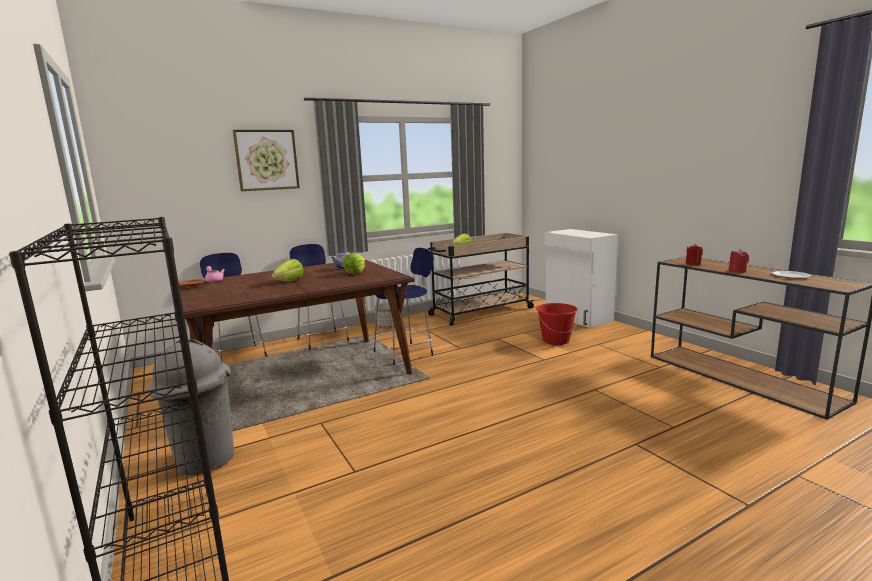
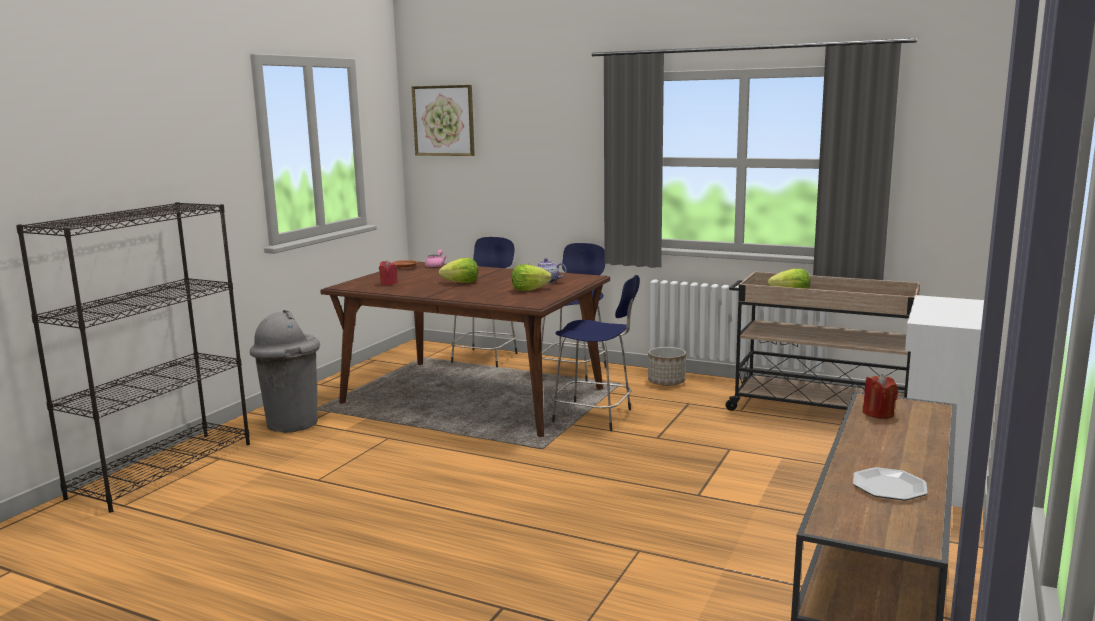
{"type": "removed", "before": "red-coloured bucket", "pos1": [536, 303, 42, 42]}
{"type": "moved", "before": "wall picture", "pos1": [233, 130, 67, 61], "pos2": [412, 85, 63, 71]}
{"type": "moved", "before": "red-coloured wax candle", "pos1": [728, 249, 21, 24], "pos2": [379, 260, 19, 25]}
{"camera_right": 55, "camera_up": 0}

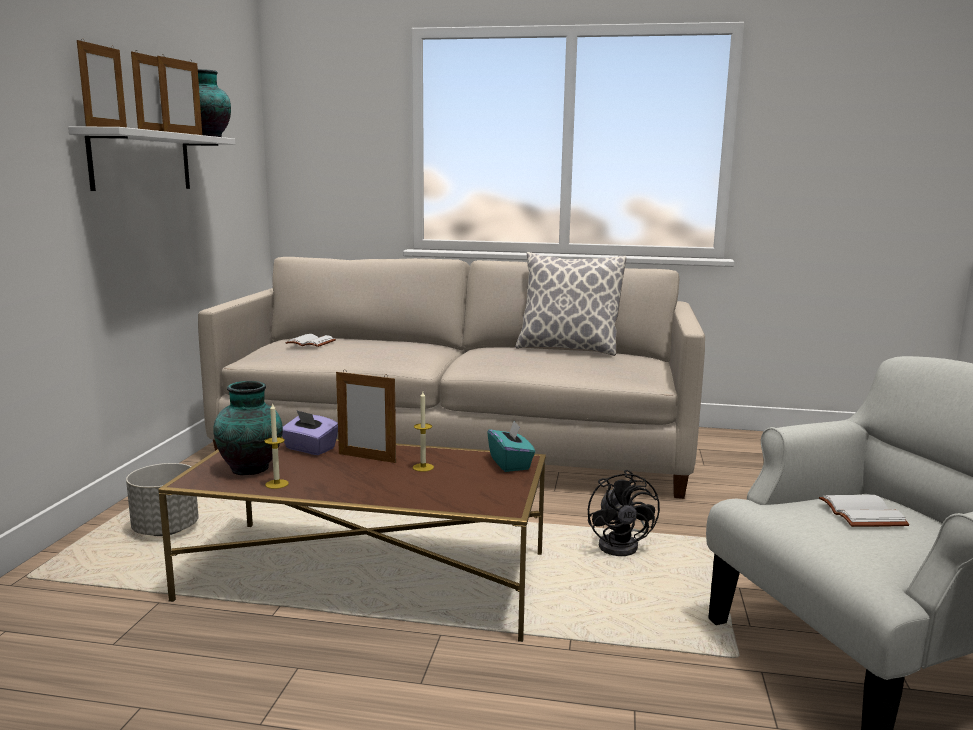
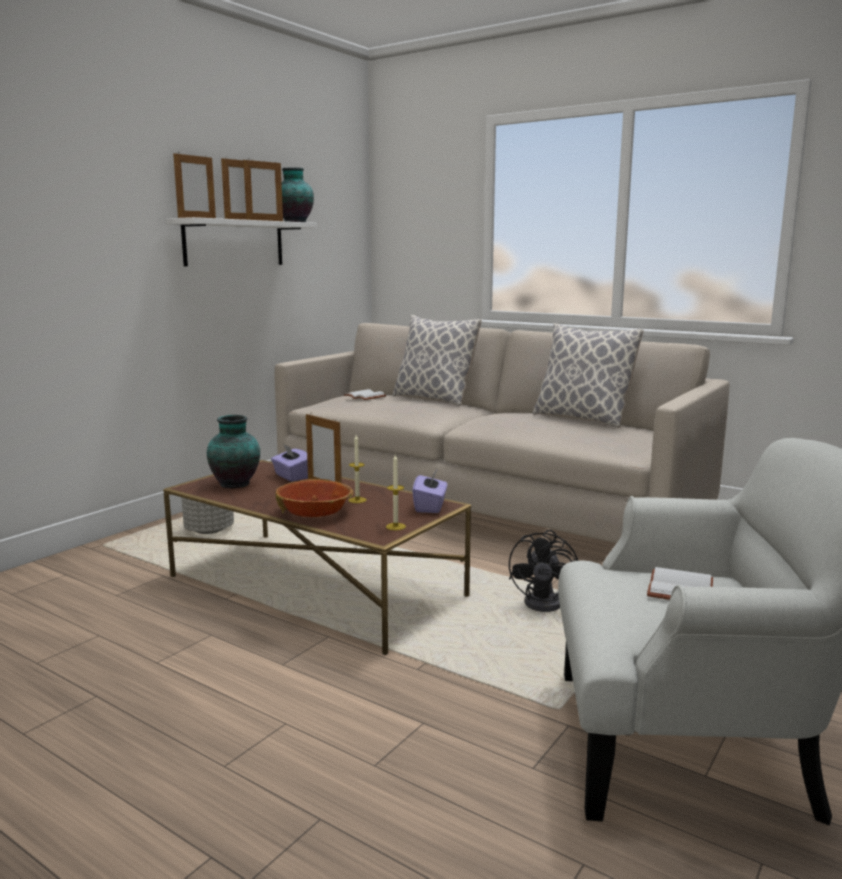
{"type": "added", "after": "serving bowl", "pos2": [276, 479, 77, 38]}
{"type": "added", "after": "pillow", "pos2": [392, 315, 90, 91]}
{"type": "moved", "before": "wax candle", "pos1": [265, 402, 24, 87], "pos2": [386, 455, 20, 75]}
{"type": "recoloured", "before": "turquoise-coloured tissue holder", "after": "purple tissue holder", "pos1": [487, 421, 48, 51], "pos2": [412, 470, 36, 43]}
{"camera_right": 25, "camera_up": 0}

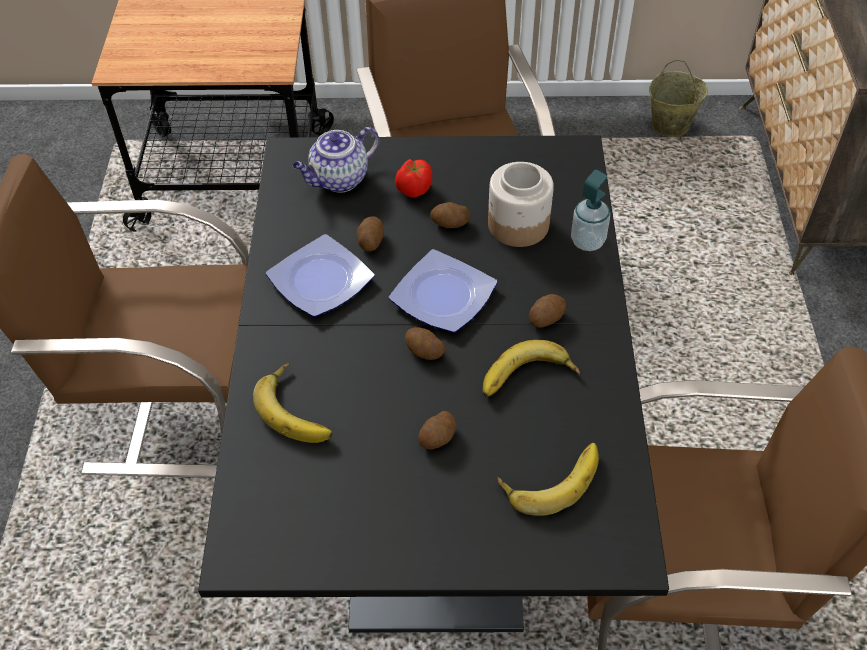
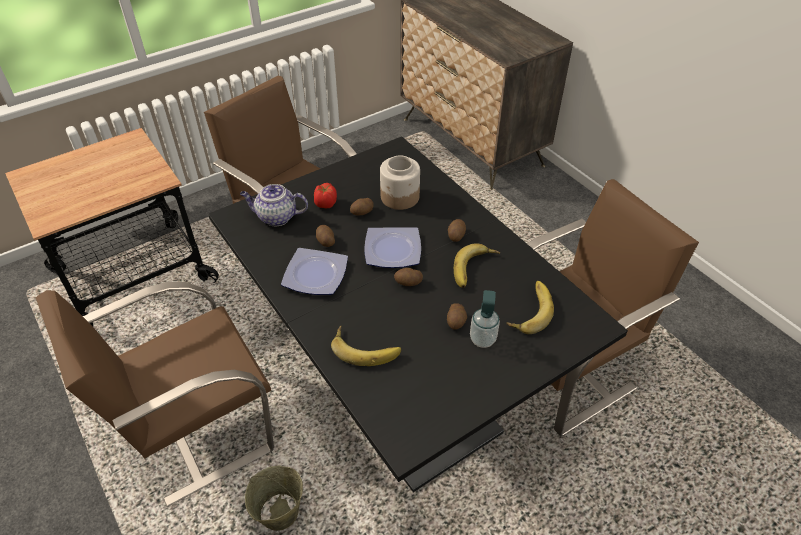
{"type": "moved", "before": "soap dispenser", "pos1": [571, 170, 39, 81], "pos2": [470, 290, 30, 58]}
{"type": "moved", "before": "beige-coloured bucket", "pos1": [649, 60, 59, 77], "pos2": [245, 466, 58, 65]}
{"type": "turned", "before": "teapot", "pos1": [293, 127, 86, 65], "pos2": [240, 184, 68, 42], "turn": 75}
{"camera_right": -35, "camera_up": -5}

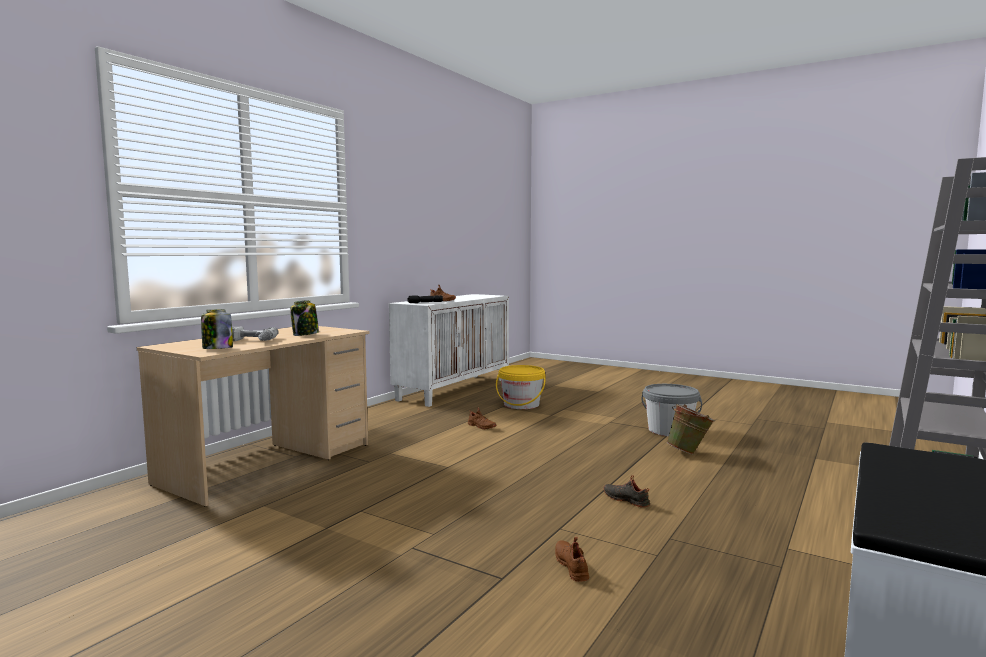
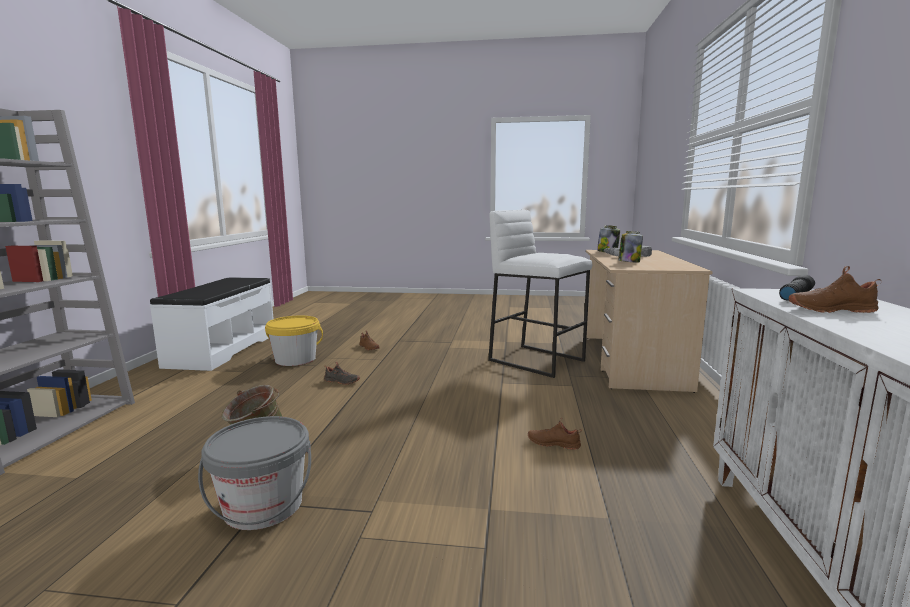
{"type": "added", "after": "white-coloured stool seat", "pos2": [488, 210, 104, 168]}
{"type": "moved", "before": "yellow-coloured bucket", "pos1": [496, 365, 50, 44], "pos2": [265, 316, 58, 50]}
{"camera_right": 155, "camera_up": 5}

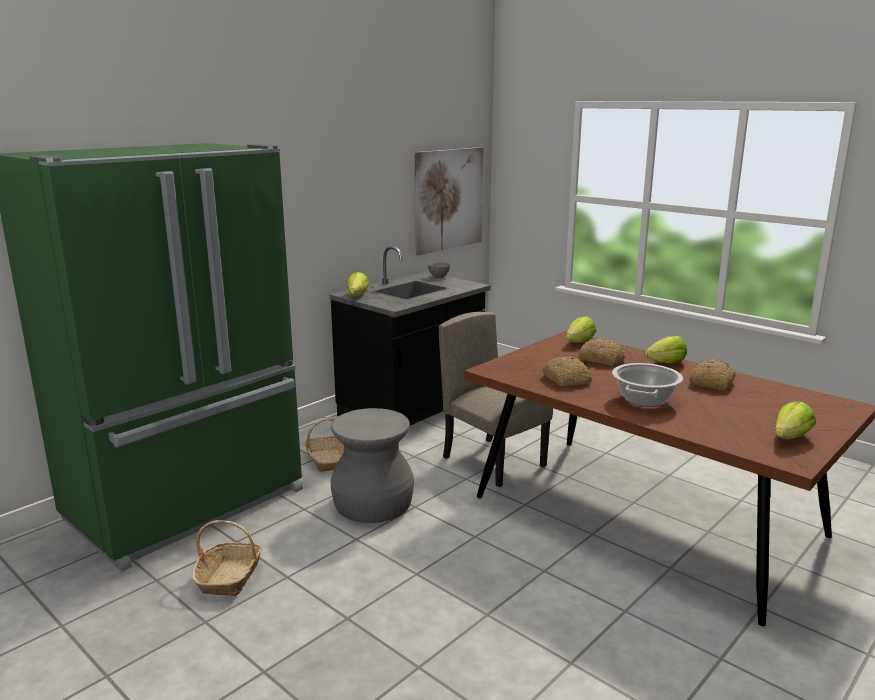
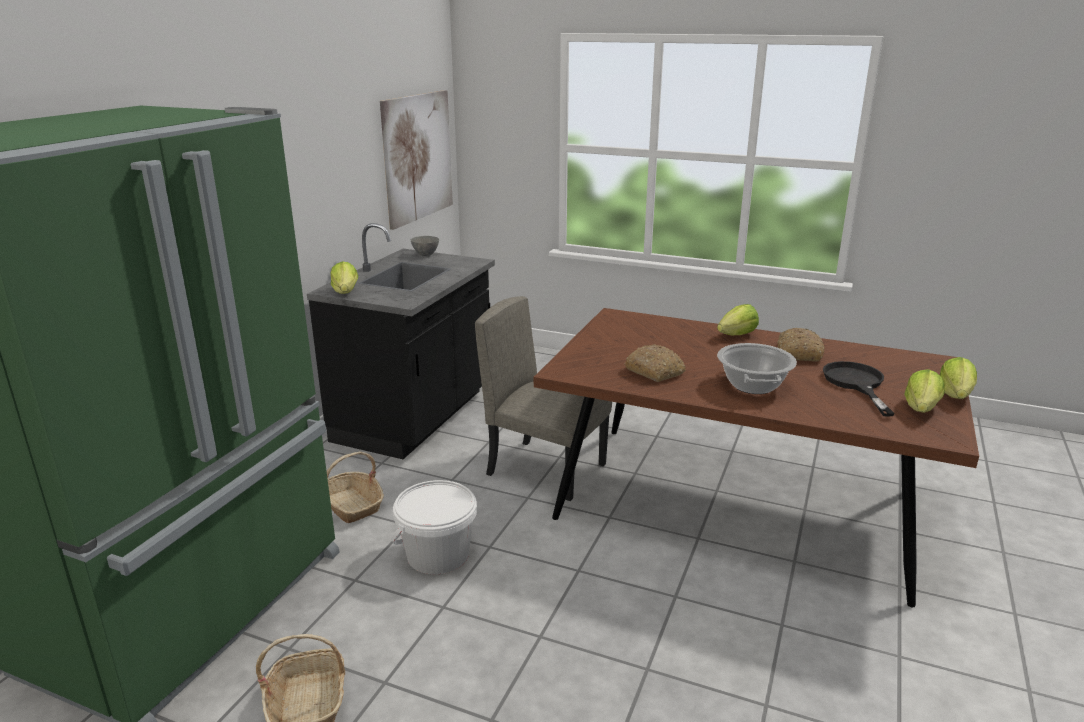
{"type": "removed", "before": "bread", "pos1": [578, 338, 48, 28]}
{"type": "added", "after": "black-coloured pan", "pos2": [823, 361, 72, 56]}
{"type": "moved", "before": "head of lettuce", "pos1": [566, 316, 30, 27], "pos2": [939, 357, 38, 42]}
{"type": "replaced", "before": "gray stool seat", "after": "white-coloured bucket", "pos1": [331, 408, 83, 115], "pos2": [391, 480, 86, 94]}
{"camera_right": -20, "camera_up": 5}

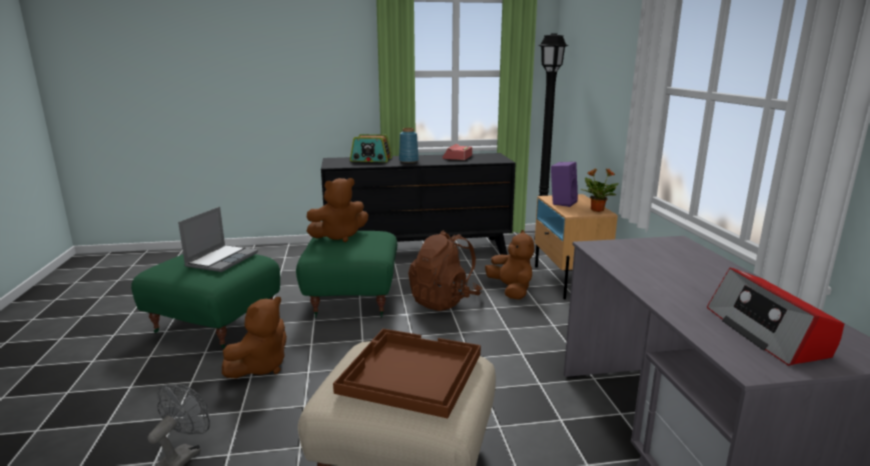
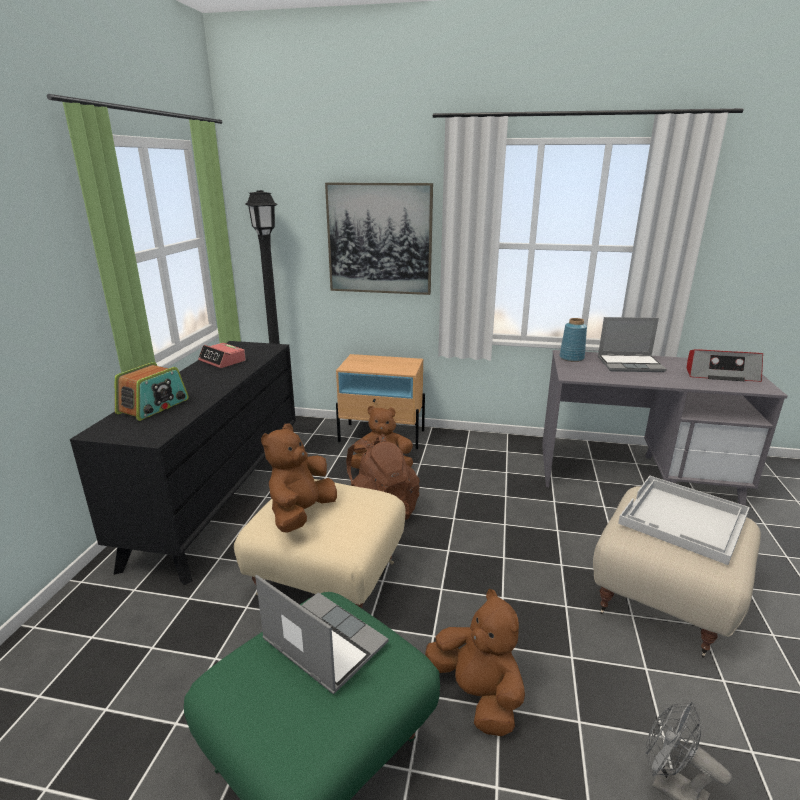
{"type": "removed", "before": "purple audio speaker", "pos1": [551, 162, 27, 45]}
{"type": "removed", "before": "potted plant", "pos1": [580, 168, 39, 44]}
{"type": "added", "after": "wall picture", "pos2": [325, 183, 108, 112]}
{"type": "added", "after": "portable computer", "pos2": [598, 317, 69, 55]}
{"type": "moved", "before": "bluish flower vase", "pos1": [399, 128, 20, 35], "pos2": [559, 318, 28, 44]}
{"type": "recoloured", "before": "greenish footrest", "after": "beige-coloured footrest", "pos1": [296, 231, 101, 87], "pos2": [234, 479, 171, 129]}
{"type": "recoloured", "before": "brown serving tray", "after": "white-coloured serving tray", "pos1": [333, 329, 148, 90], "pos2": [618, 476, 132, 89]}
{"type": "turned", "before": "brown soft toy", "pos1": [306, 178, 62, 64], "pos2": [261, 423, 76, 110], "turn": -150}
{"camera_right": -70, "camera_up": 5}

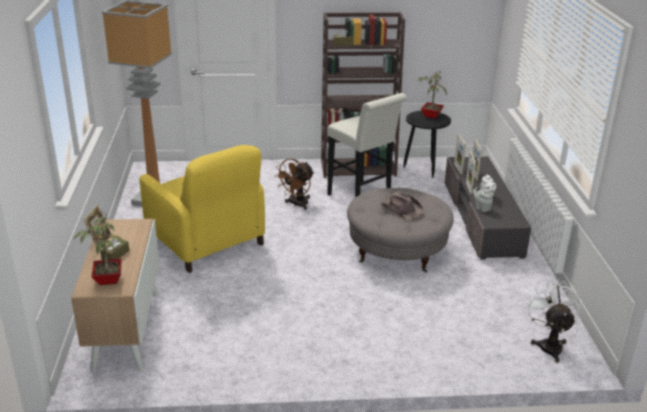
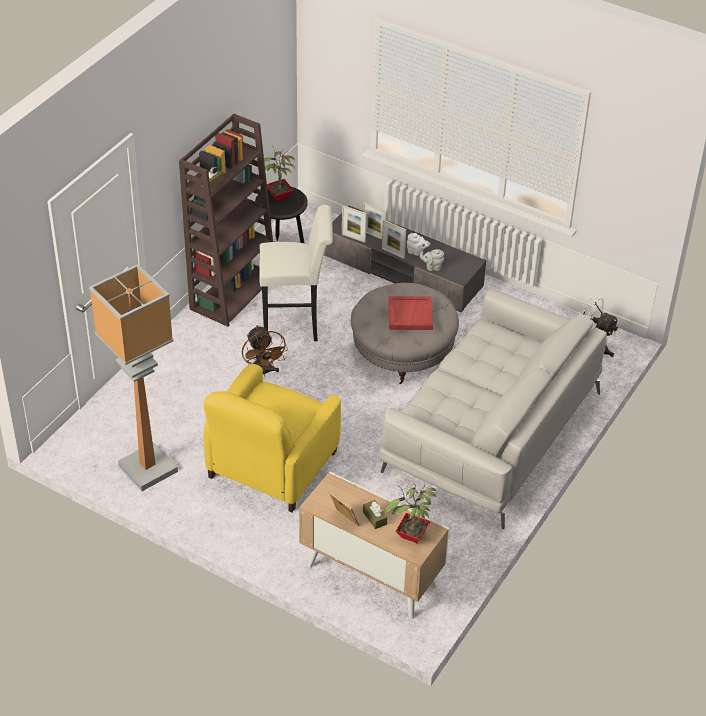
{"type": "added", "after": "gray couch", "pos2": [379, 290, 228, 240]}
{"type": "replaced", "before": "brown hat", "after": "red-coloured serving tray", "pos1": [381, 191, 43, 29], "pos2": [388, 296, 45, 34]}
{"type": "turned", "before": "yellow-coloured armchair", "pos1": [140, 145, 125, 128], "pos2": [203, 364, 138, 148], "turn": 120}
{"camera_right": -55, "camera_up": 15}

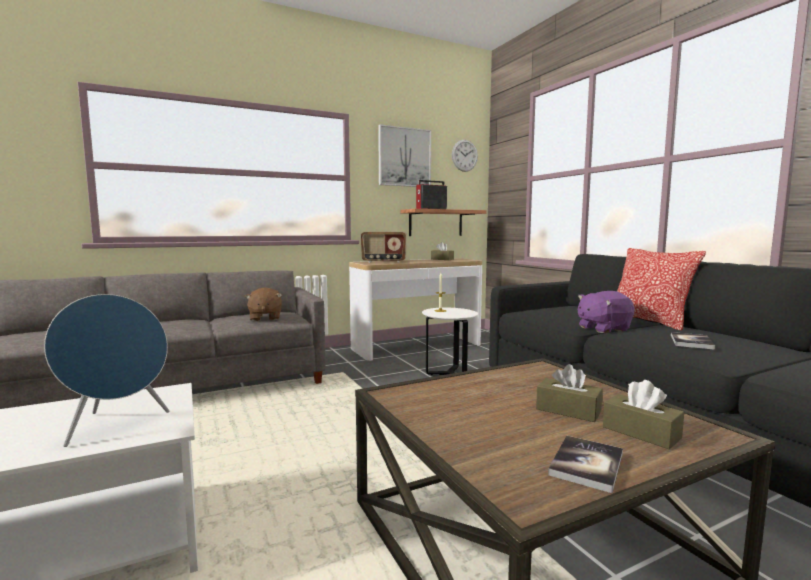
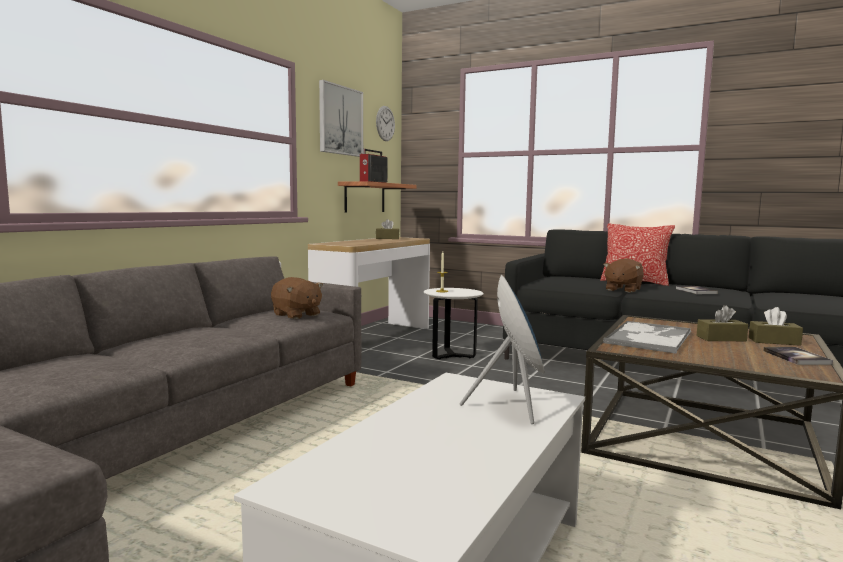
{"type": "removed", "before": "radio set", "pos1": [361, 232, 46, 31]}
{"type": "added", "after": "serving tray", "pos2": [603, 321, 88, 33]}
{"type": "recoloured", "before": "purple soft toy", "after": "brown soft toy", "pos1": [578, 291, 57, 42], "pos2": [603, 258, 41, 35]}
{"camera_right": -35, "camera_up": 0}

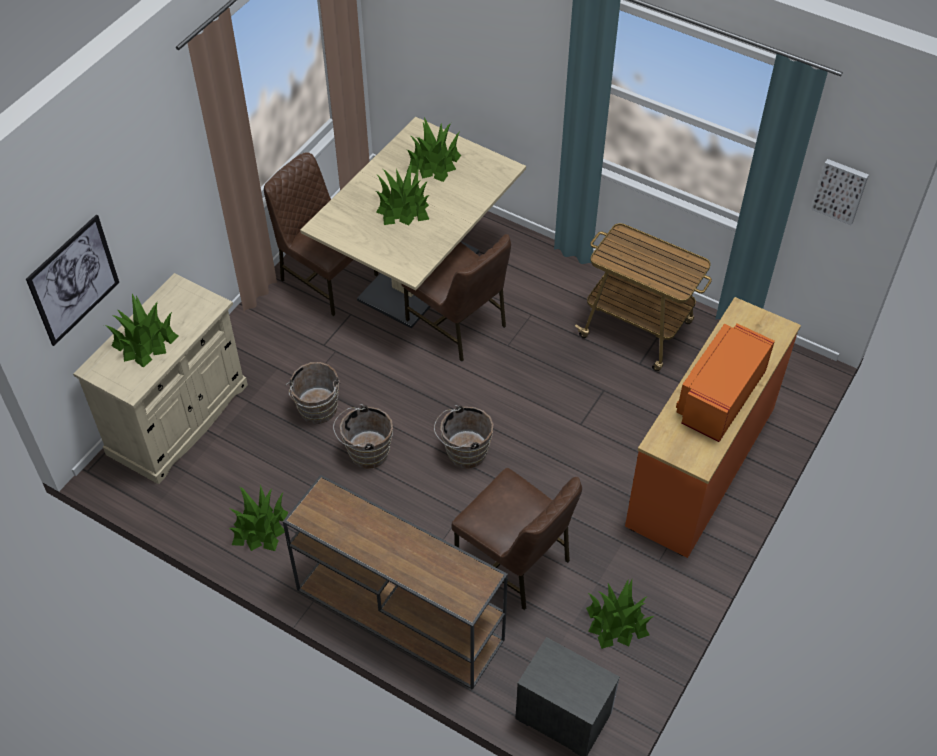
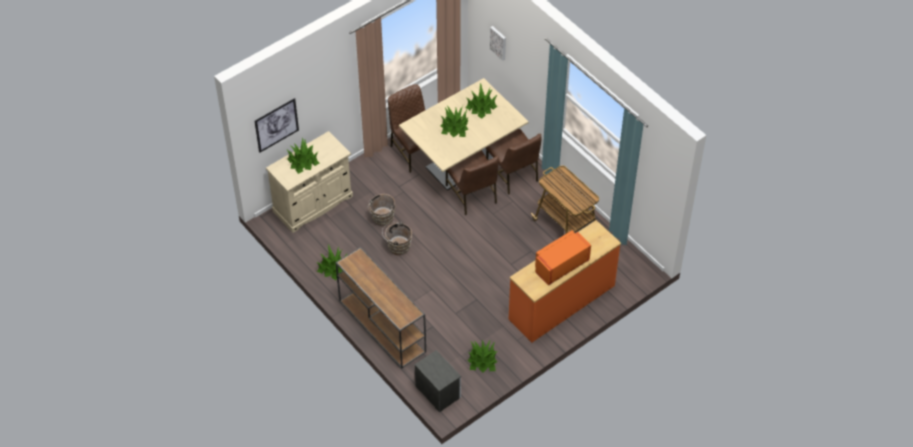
{"type": "removed", "before": "brown bucket", "pos1": [434, 405, 60, 64]}
{"type": "moved", "before": "brown upright chair", "pos1": [451, 468, 131, 142], "pos2": [486, 129, 55, 66]}
{"type": "moved", "before": "wall picture", "pos1": [811, 159, 58, 66], "pos2": [490, 26, 16, 35]}
{"camera_right": 20, "camera_up": 0}

